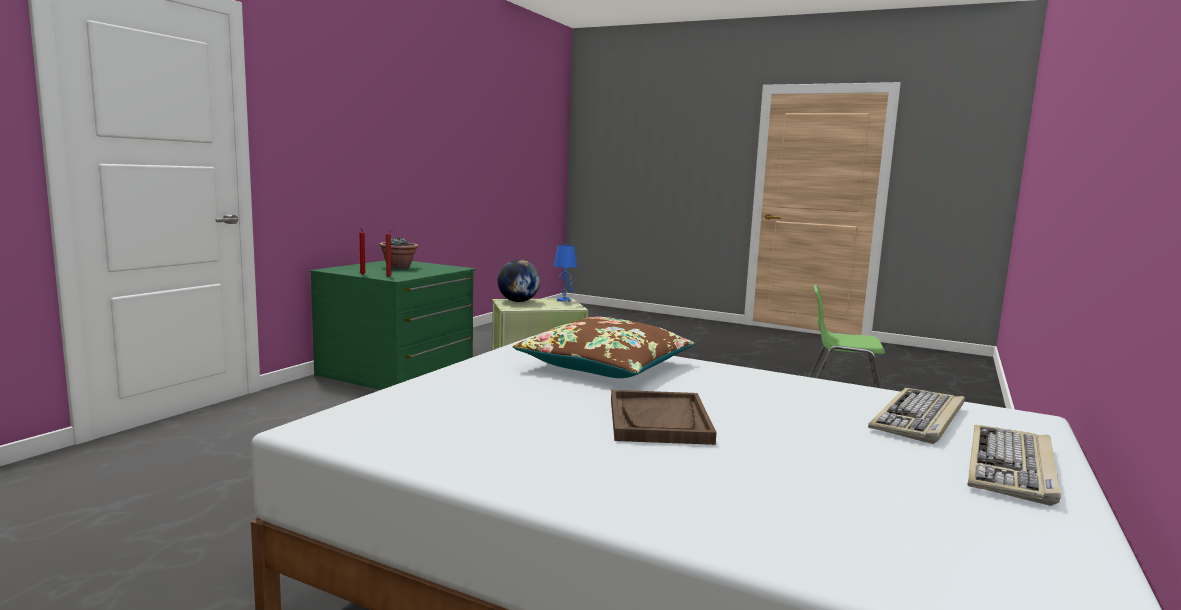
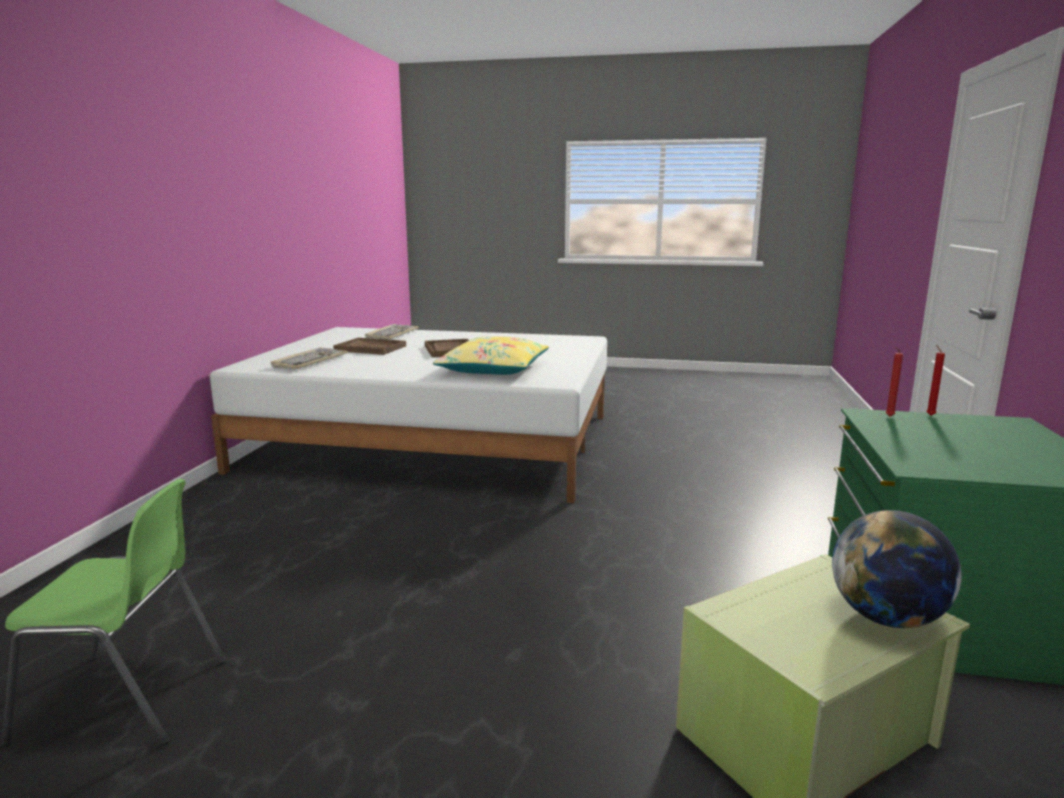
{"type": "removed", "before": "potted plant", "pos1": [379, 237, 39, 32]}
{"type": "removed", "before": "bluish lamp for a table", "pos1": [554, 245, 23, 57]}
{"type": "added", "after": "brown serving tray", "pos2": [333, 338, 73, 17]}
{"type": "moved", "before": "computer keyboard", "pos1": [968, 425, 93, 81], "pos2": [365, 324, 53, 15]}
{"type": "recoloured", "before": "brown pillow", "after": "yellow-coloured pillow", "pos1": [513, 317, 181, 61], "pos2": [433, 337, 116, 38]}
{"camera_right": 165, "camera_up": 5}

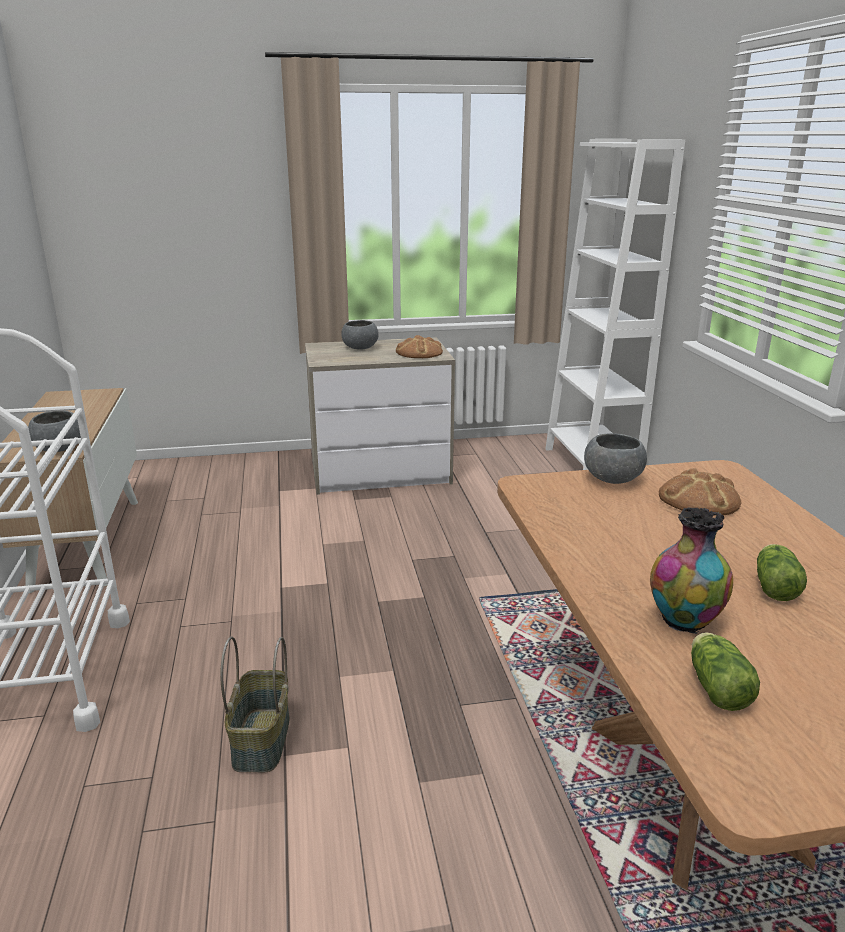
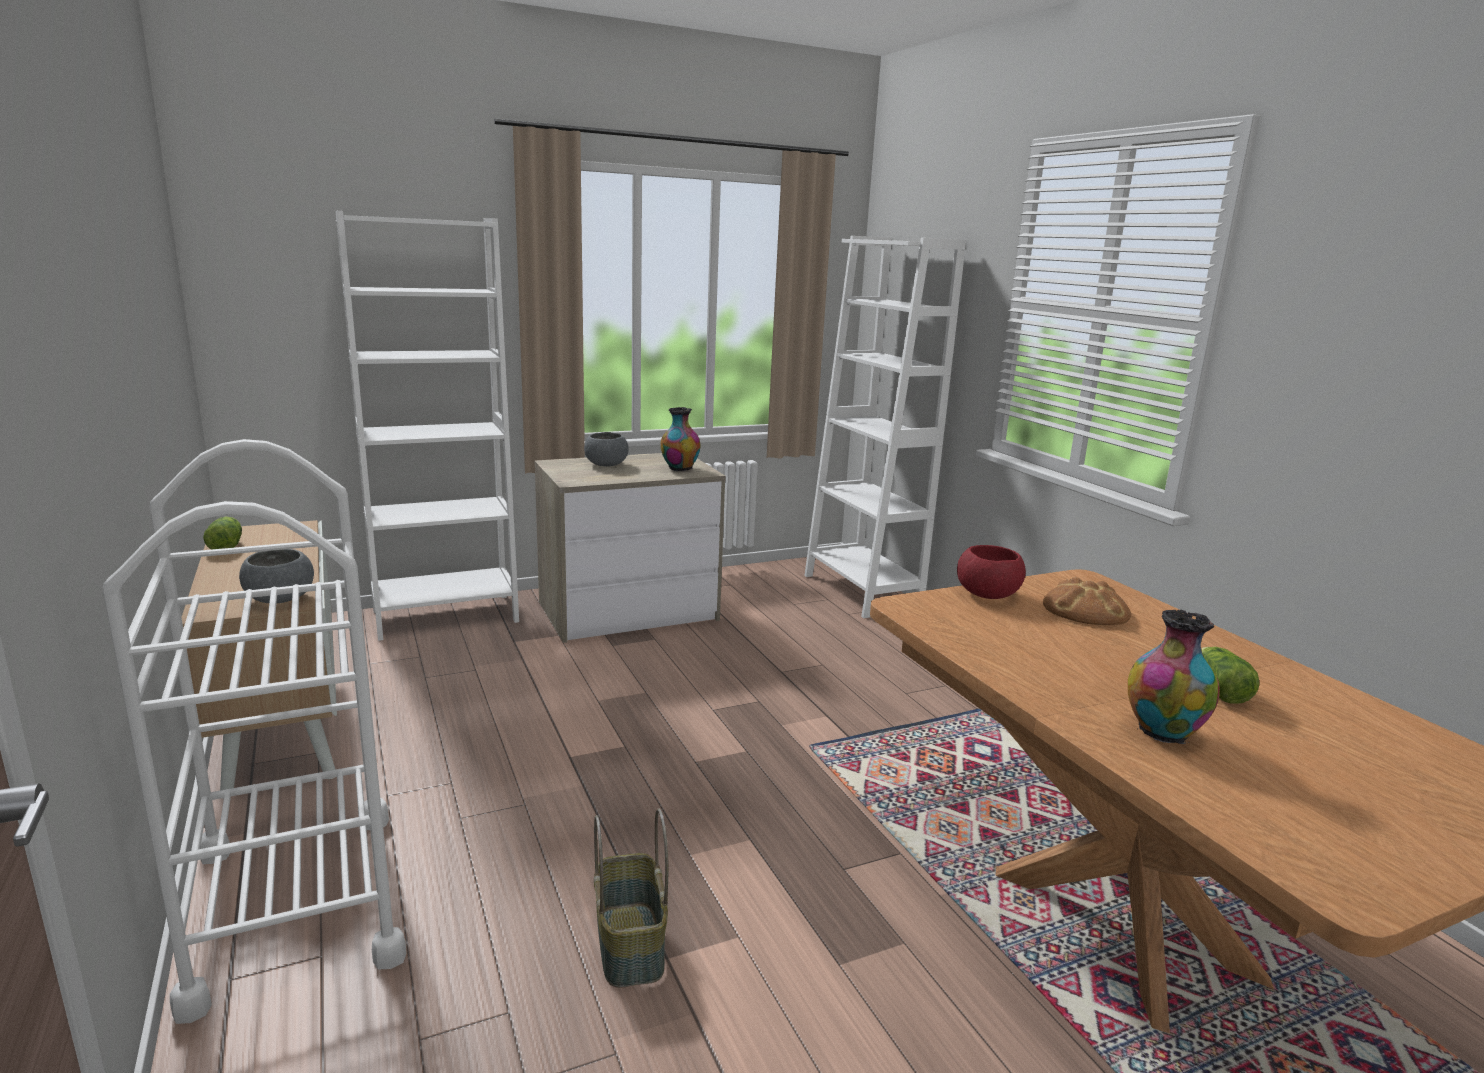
{"type": "added", "after": "white-coloured bookcase", "pos2": [336, 211, 183, 430]}
{"type": "moved", "before": "head of lettuce", "pos1": [691, 633, 69, 78], "pos2": [203, 517, 39, 33]}
{"type": "replaced", "before": "bread", "after": "flower vase", "pos1": [396, 335, 47, 23], "pos2": [661, 407, 39, 64]}
{"type": "recoloured", "before": "gray serving bowl", "after": "red-coloured serving bowl", "pos1": [584, 433, 63, 51], "pos2": [957, 545, 69, 54]}
{"camera_right": -15, "camera_up": -5}

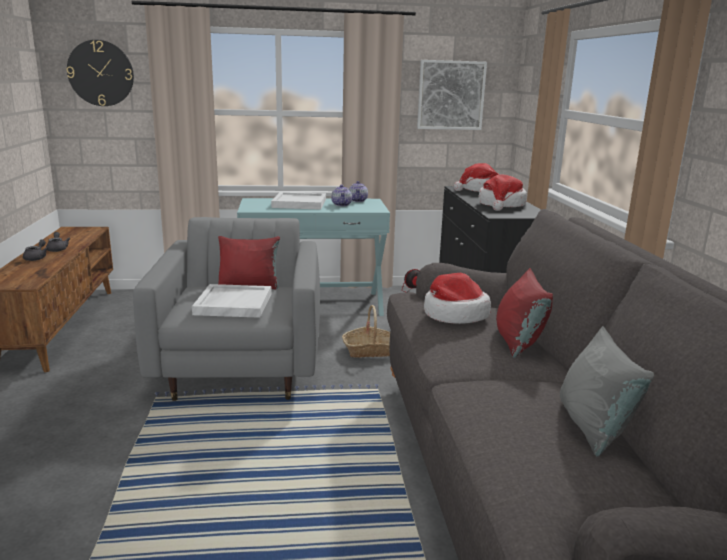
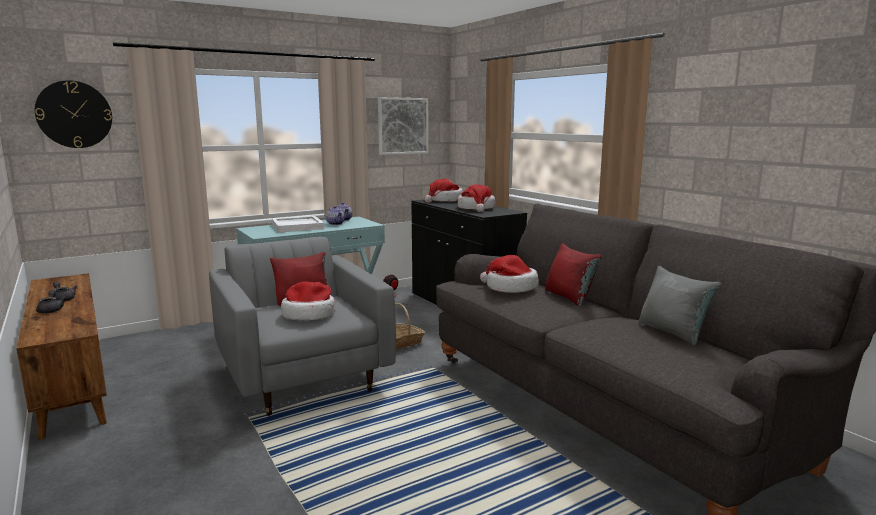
{"type": "replaced", "before": "white-coloured serving tray", "after": "hat", "pos1": [192, 284, 80, 34], "pos2": [281, 281, 54, 40]}
{"camera_right": -25, "camera_up": -5}

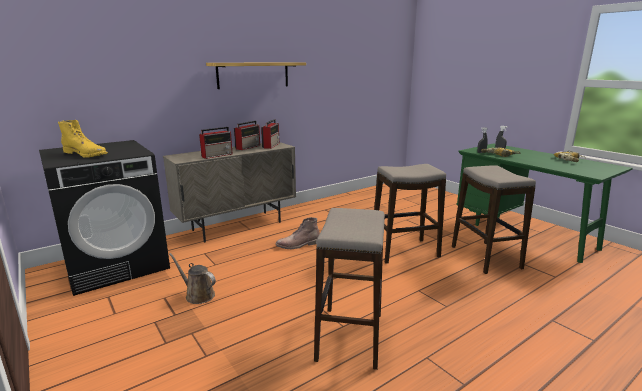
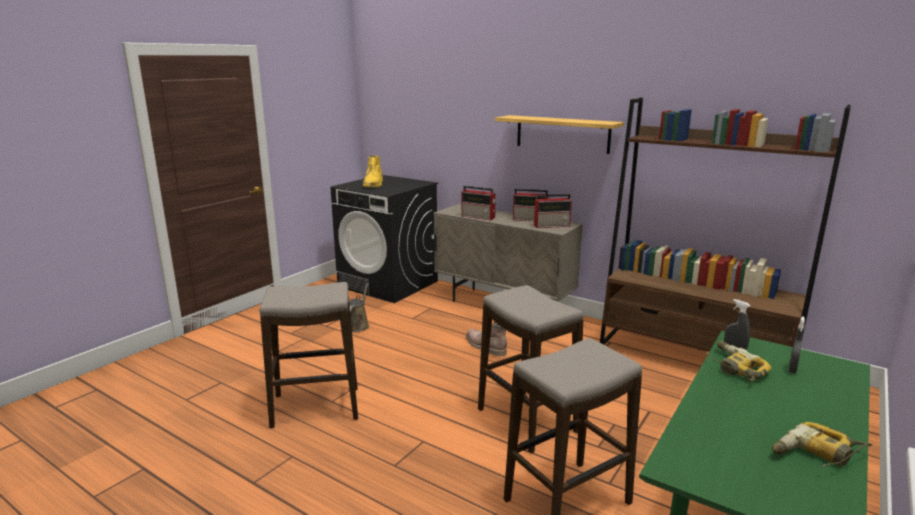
{"type": "added", "after": "brown bookcase", "pos2": [600, 97, 251, 255]}
{"camera_right": 70, "camera_up": 0}

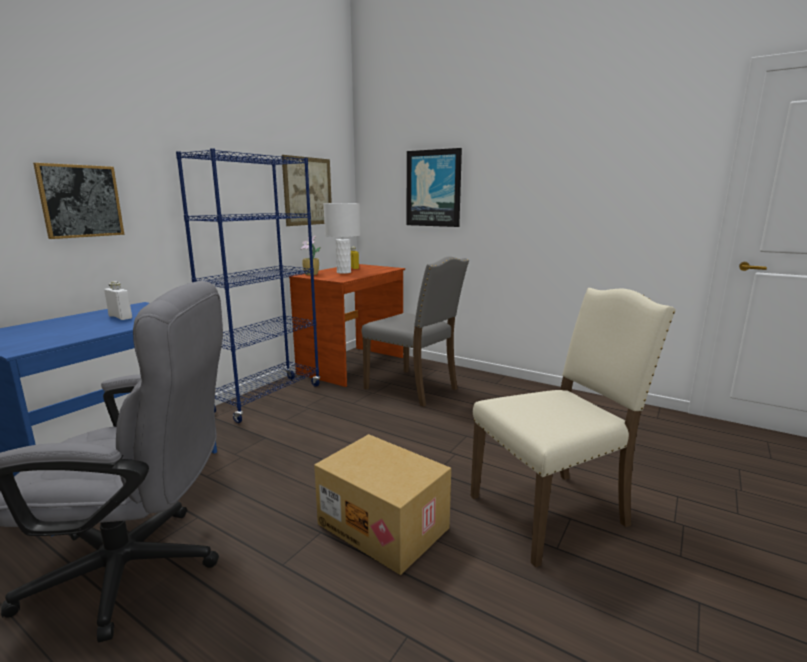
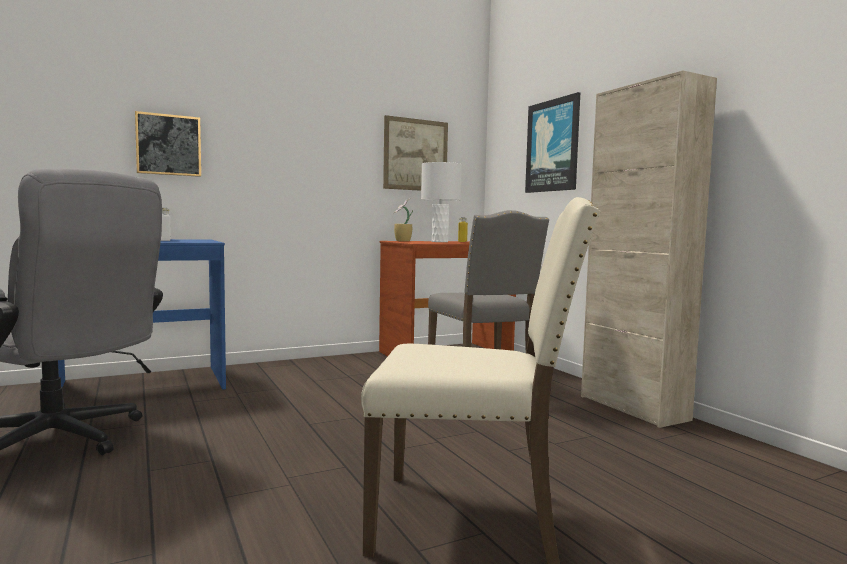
{"type": "removed", "before": "bluish bookcase", "pos1": [176, 148, 144, 275]}
{"type": "removed", "before": "cardboard box", "pos1": [314, 434, 137, 141]}
{"type": "added", "after": "beige-coloured cabinet", "pos2": [581, 70, 136, 358]}
{"camera_right": 30, "camera_up": -10}

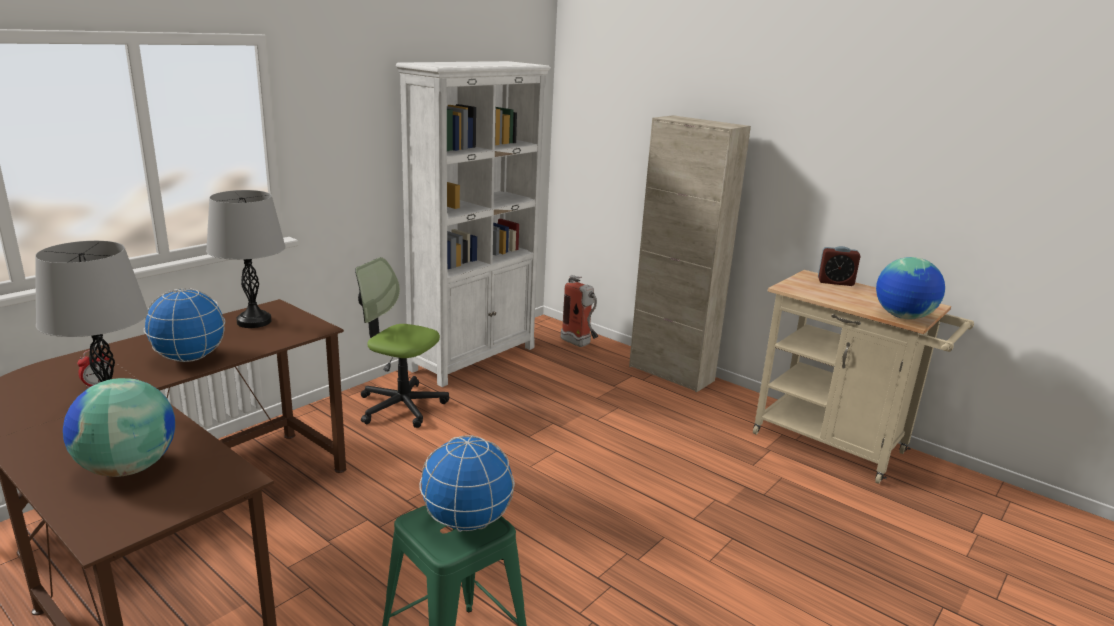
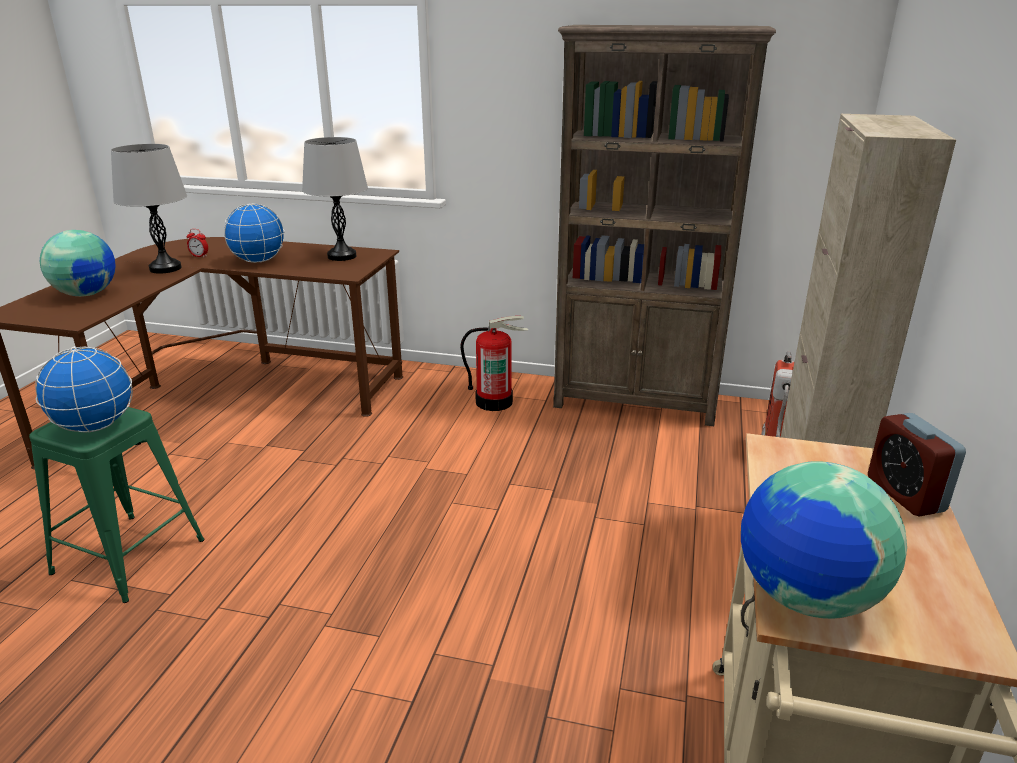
{"type": "replaced", "before": "desk chair", "after": "fire-fighting cylinder", "pos1": [355, 257, 94, 171], "pos2": [460, 316, 68, 95]}
{"type": "recoloured", "before": "white-coloured bookcase", "after": "brown bookcase", "pos1": [396, 61, 155, 326], "pos2": [553, 25, 223, 401]}
{"camera_right": 65, "camera_up": 5}

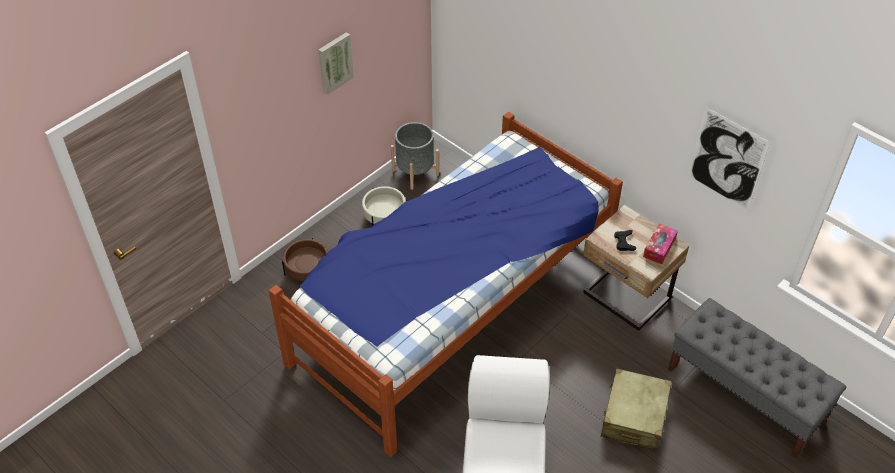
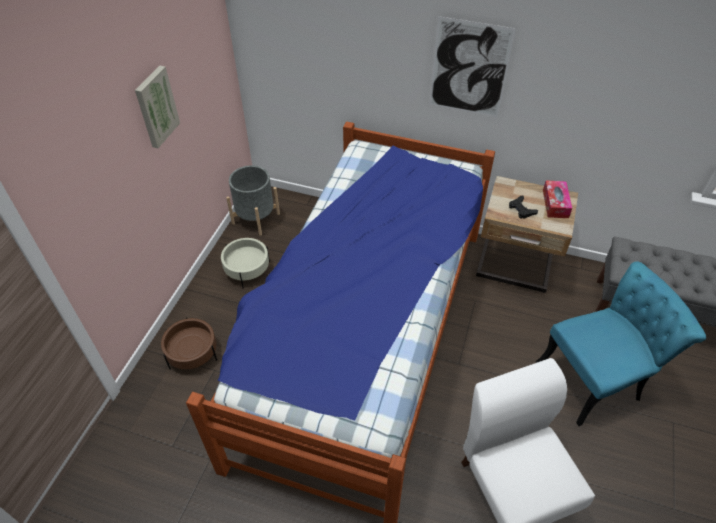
{"type": "moved", "before": "wall picture", "pos1": [688, 107, 82, 105], "pos2": [429, 16, 87, 101]}
{"type": "replaced", "before": "beige-coloured travel case", "after": "turquoise-coloured upright chair", "pos1": [601, 368, 70, 83], "pos2": [536, 261, 170, 165]}
{"camera_right": -25, "camera_up": 0}

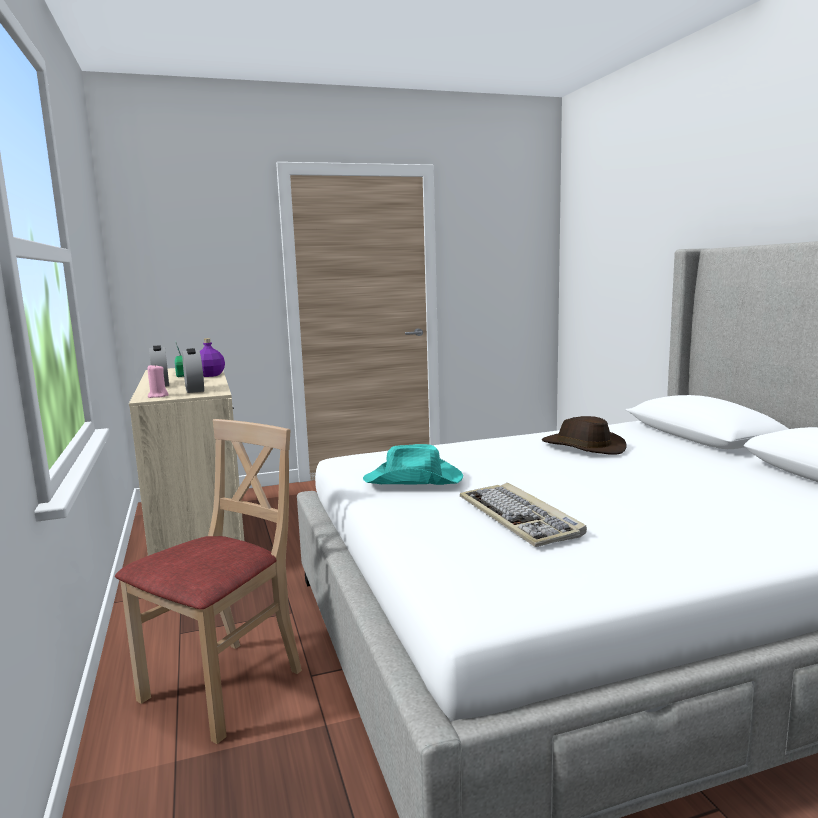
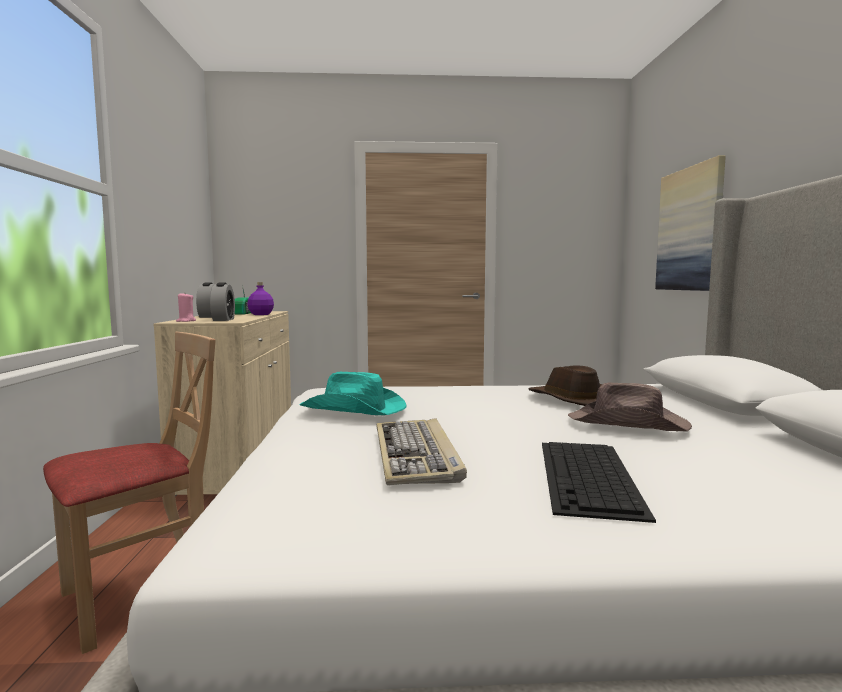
{"type": "added", "after": "computer keyboard", "pos2": [542, 442, 114, 81]}
{"type": "added", "after": "brown hat", "pos2": [568, 383, 124, 48]}
{"type": "added", "after": "wall picture", "pos2": [655, 155, 71, 136]}
{"camera_right": 15, "camera_up": -5}

